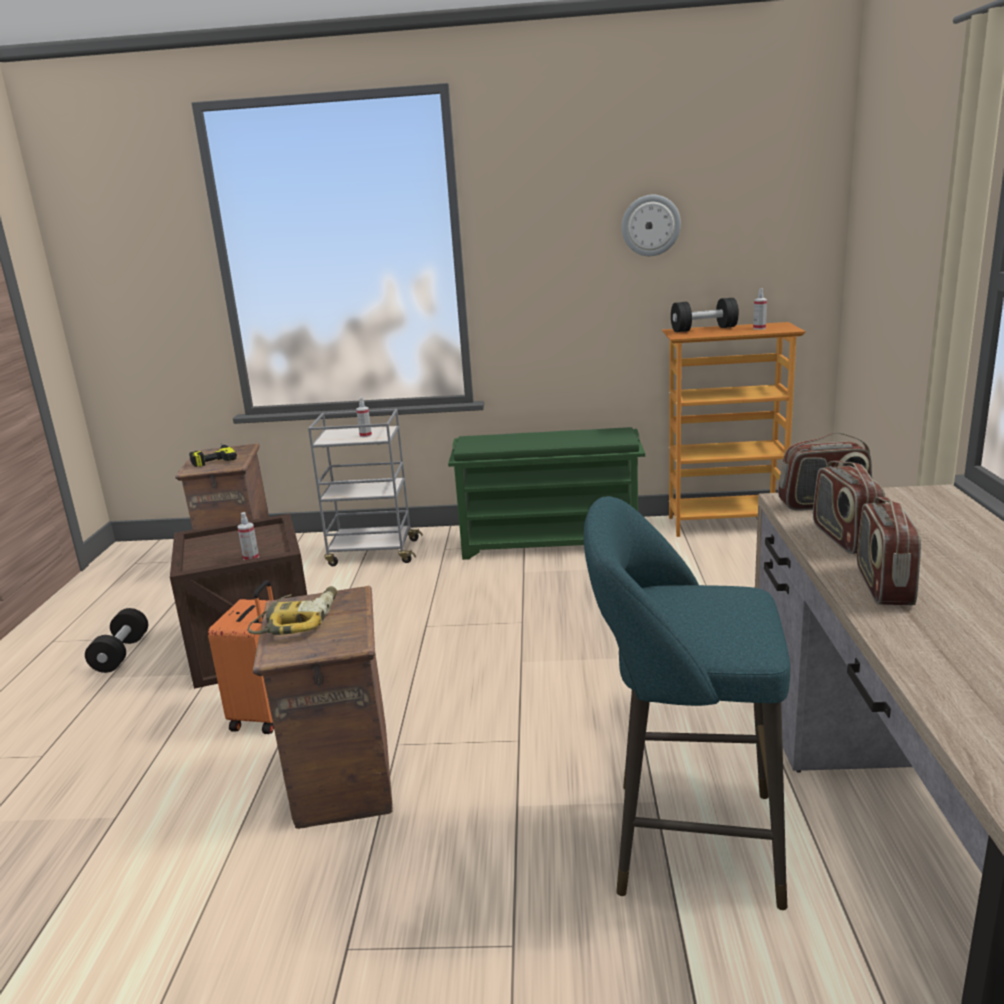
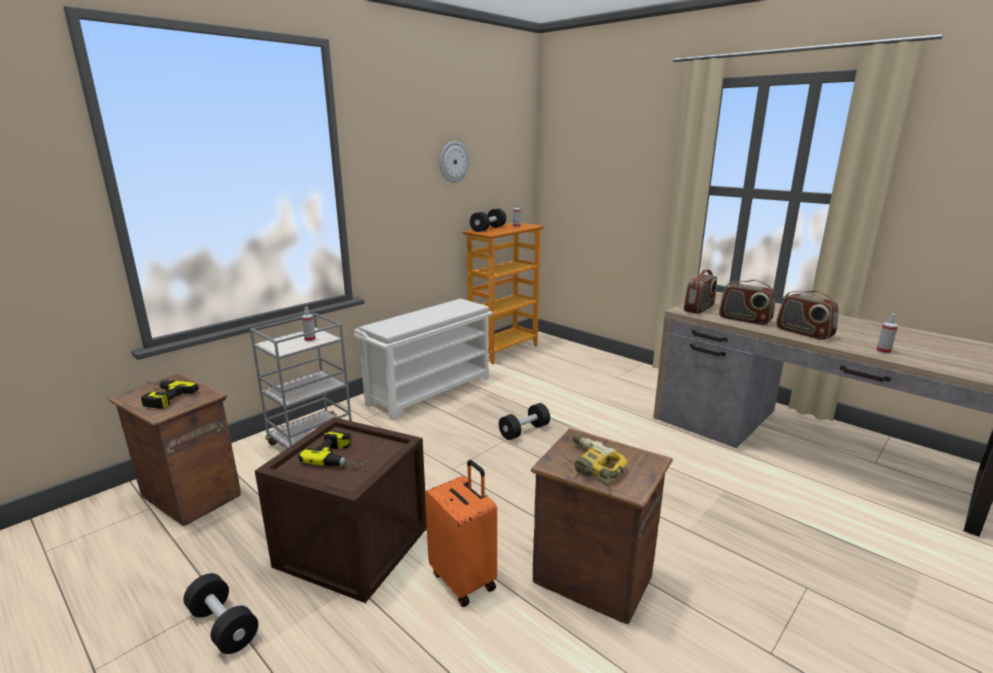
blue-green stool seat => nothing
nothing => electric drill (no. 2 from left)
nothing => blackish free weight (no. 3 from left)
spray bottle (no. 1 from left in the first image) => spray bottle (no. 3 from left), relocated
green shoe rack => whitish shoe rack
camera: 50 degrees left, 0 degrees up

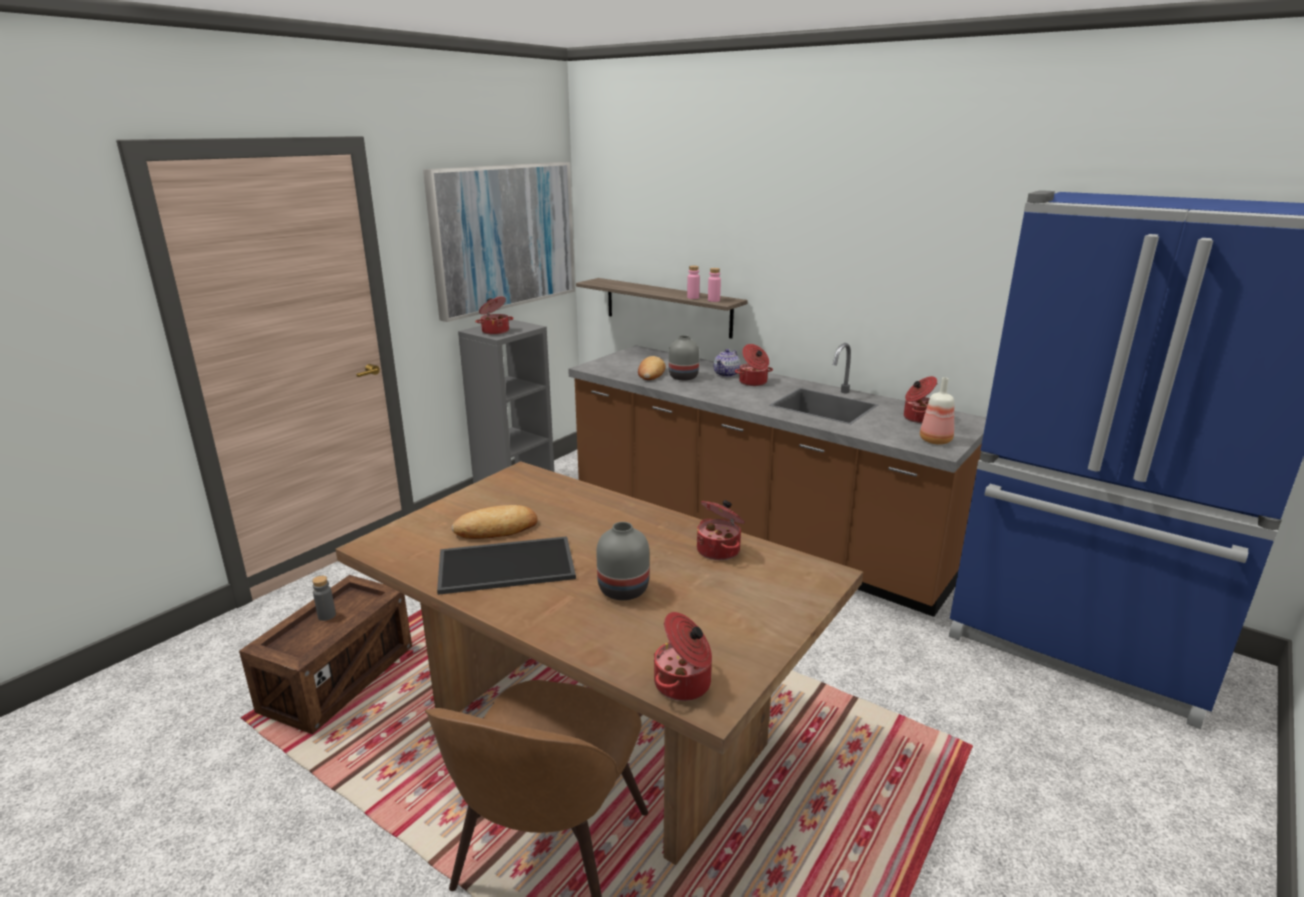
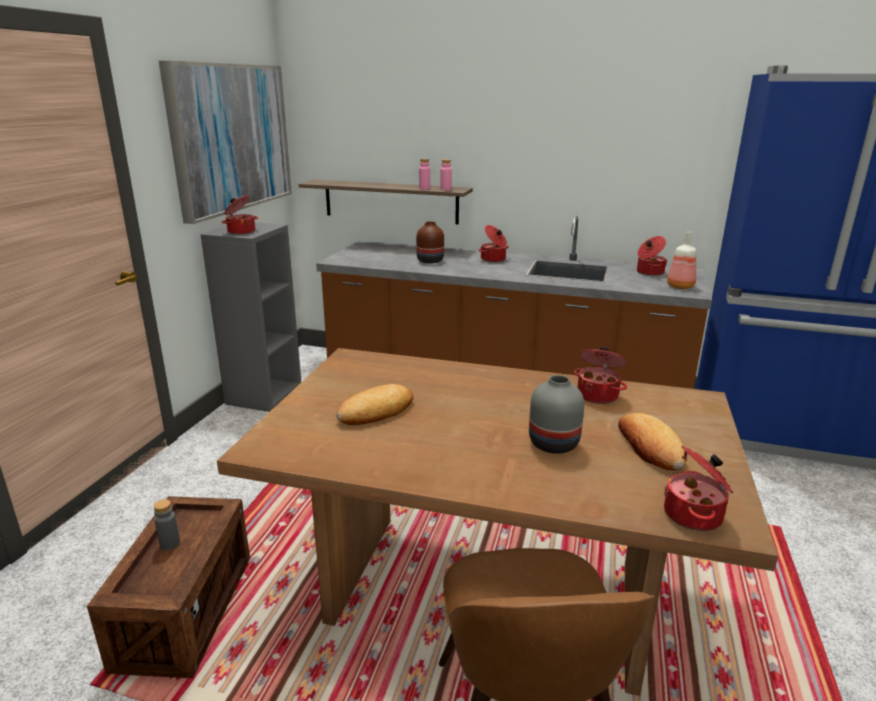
carrying tray => nothing
teapot => nothing
bread (no. 2 from left), relocated
greyish vase (no. 2 from left) => brown-coloured vase
camera: 20 degrees left, 0 degrees up

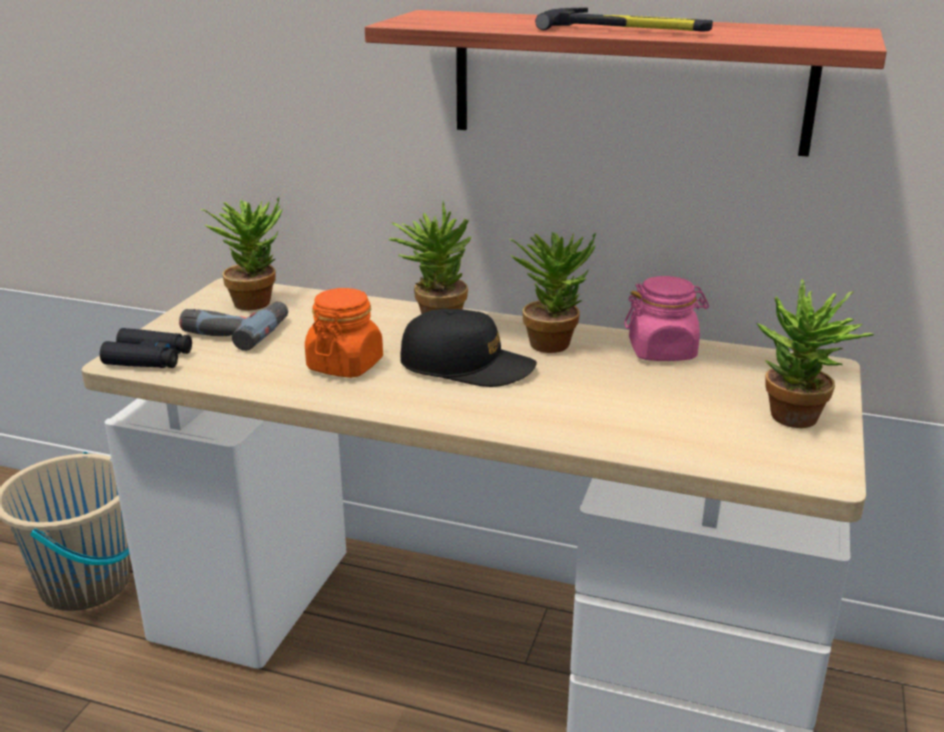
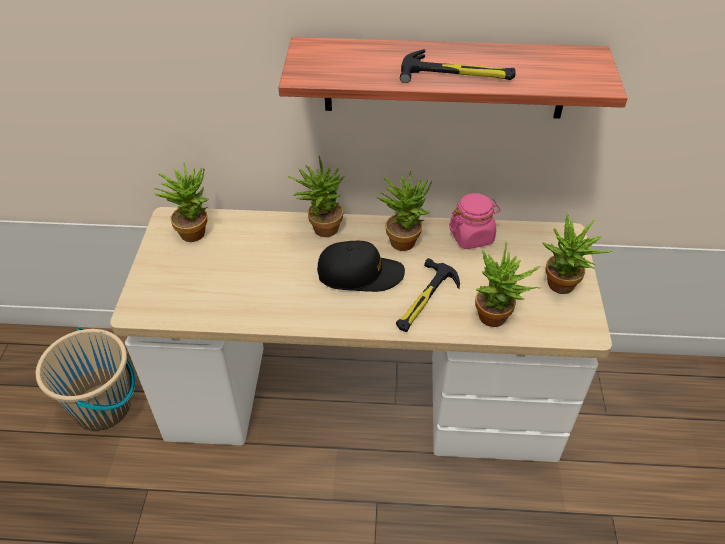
blackish pair of binoculars => nothing
electric drill => nothing
orange preserve jar => nothing
nothing => hammer (no. 1 from left)
nothing => houseplant (no. 4 from left)
camera: 15 degrees left, 20 degrees up

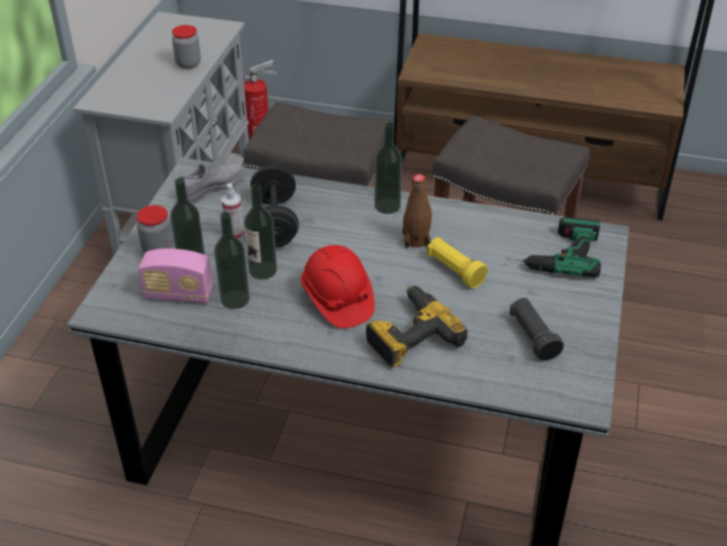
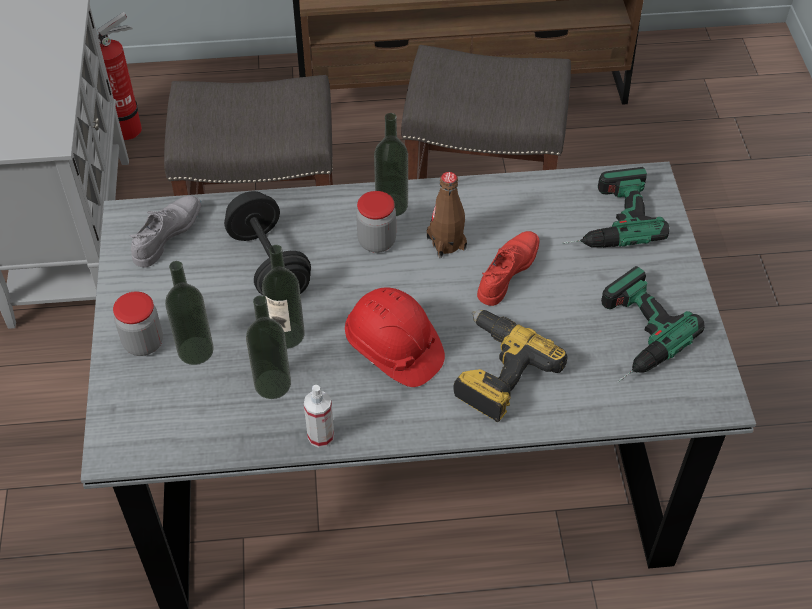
radio set => nothing
preserve jar (no. 2 from left), relocated
spray bottle, relocated
yellow hand torch => red shoe
blackish hand torch => electric drill (no. 3 from left)
camera: 20 degrees left, 10 degrees up

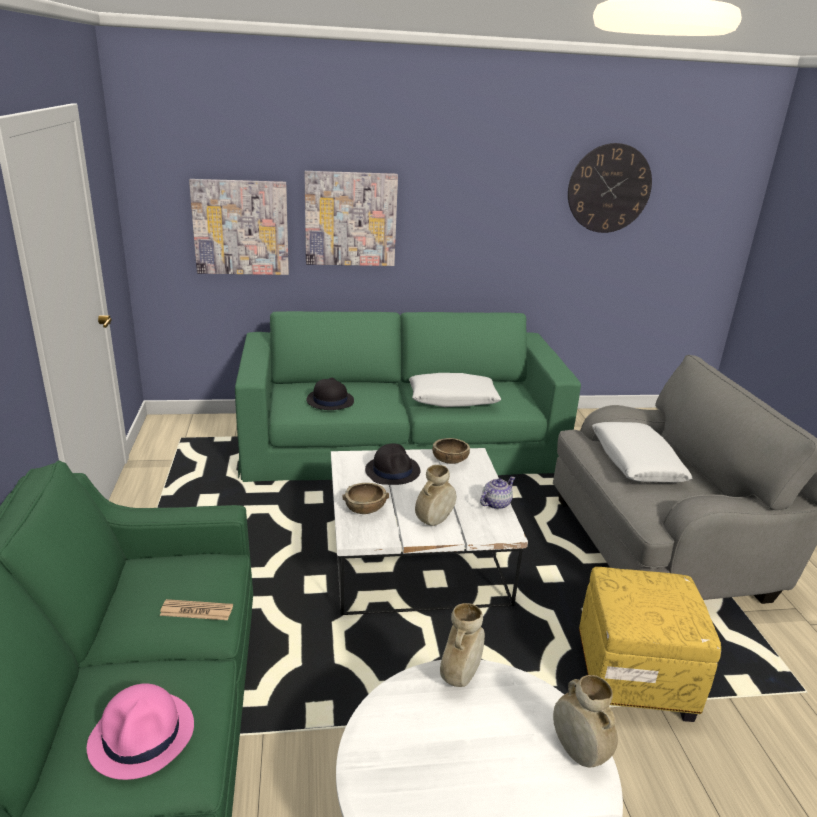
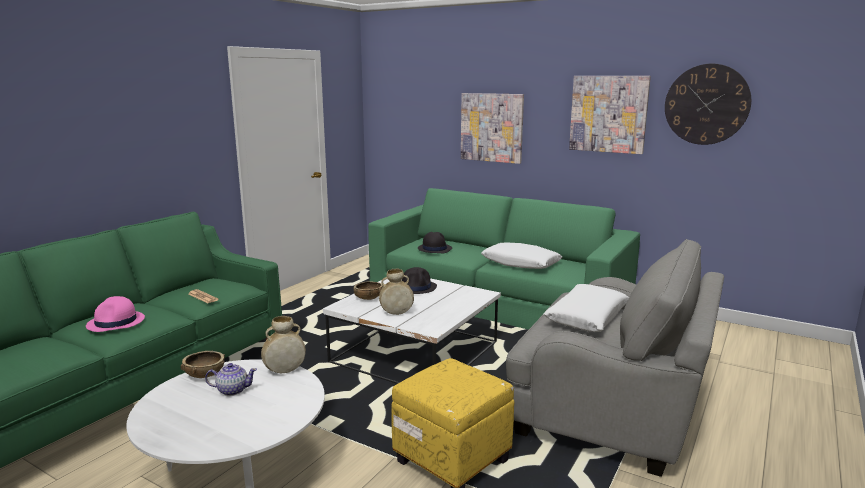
sand-coloured vase (no. 3 from left) => nothing
wall art (no. 1 from left in the first image) => wall art (no. 2 from left), relocated
brown-coloured deep dish (no. 2 from left in the first image) => brown-coloured deep dish (no. 1 from left), relocated
teapot, relocated
camera: 40 degrees right, 10 degrees down

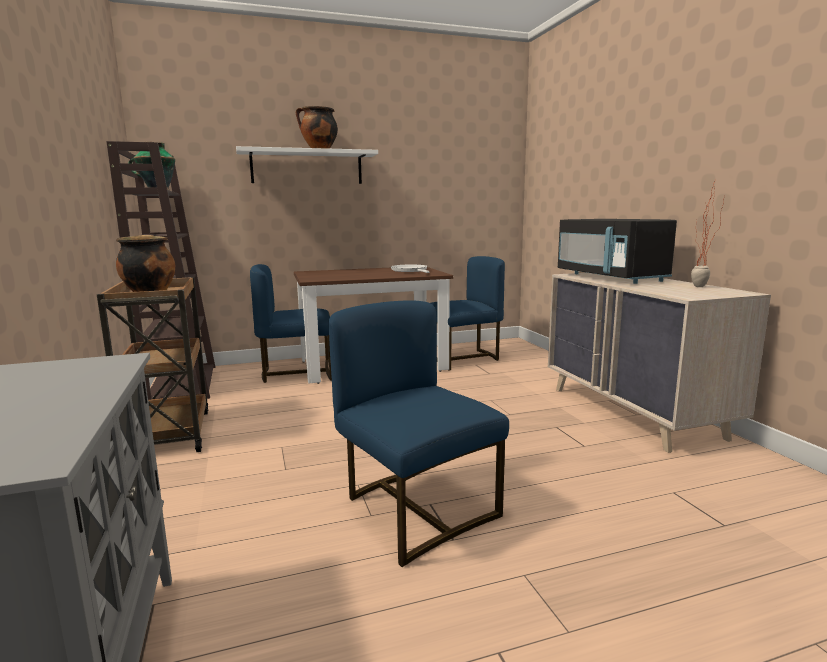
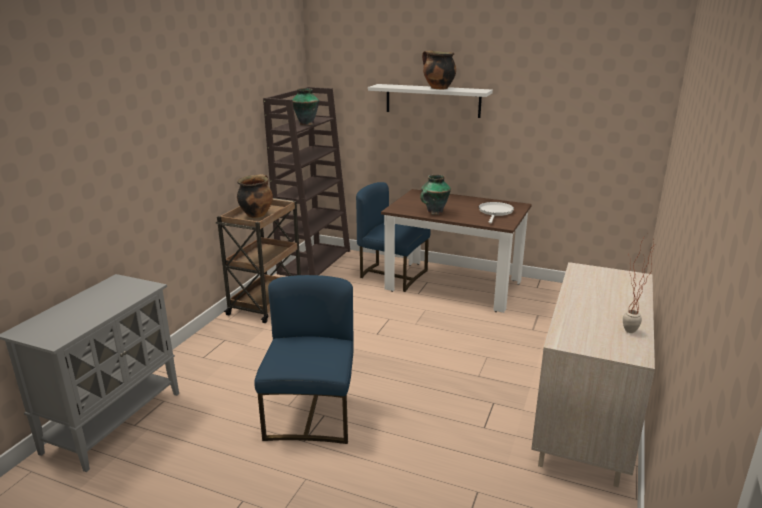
blue-coloured chair (no. 3 from left) => nothing
blackish microwave => nothing
nothing => vase (no. 2 from left)
camera: 40 degrees right, 10 degrees up

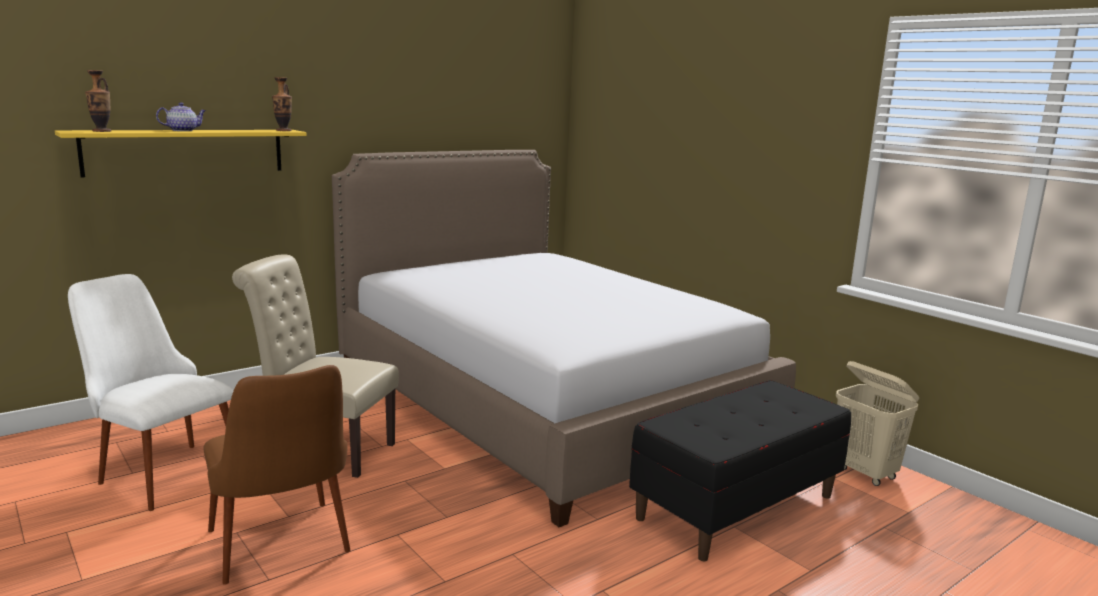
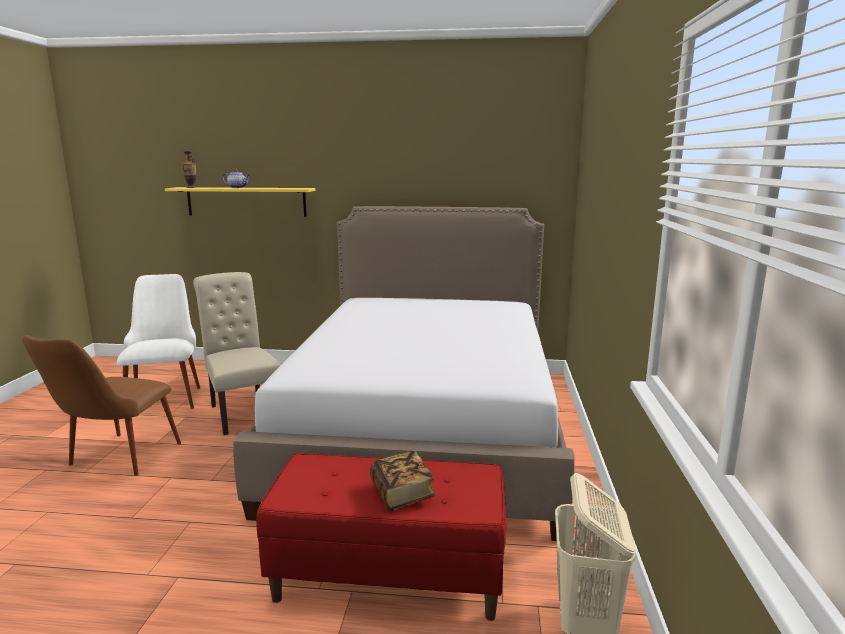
vase (no. 2 from left) => nothing
nothing => bound book
blackish indoor bench => red indoor bench
camera: 45 degrees right, 0 degrees up

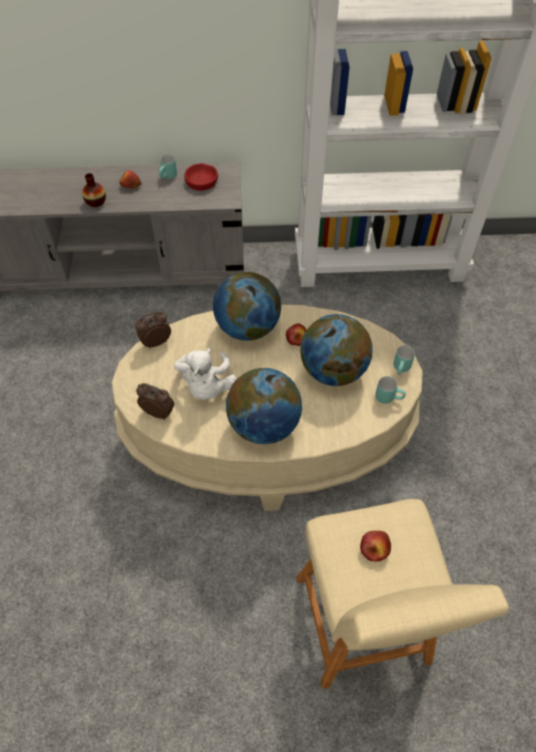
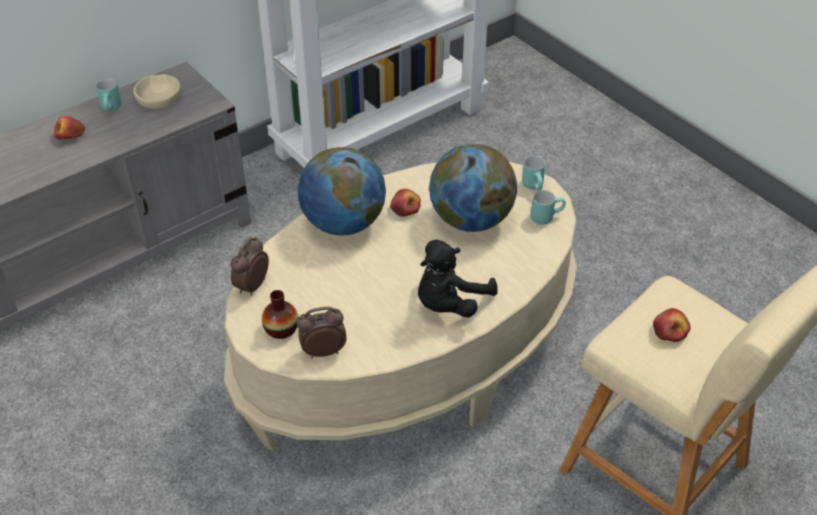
whitish soft toy => nothing
vase, relocated
desk globe (no. 2 from left) => blackish soft toy
red deep dish => sand-coloured deep dish
camera: 35 degrees left, 10 degrees down

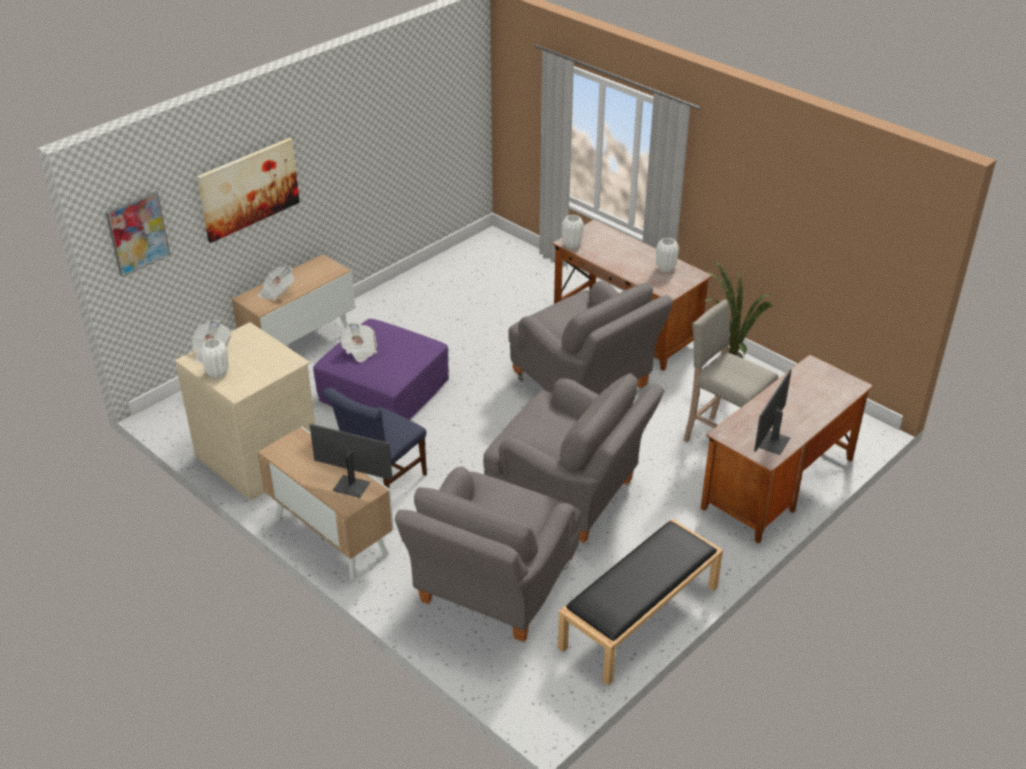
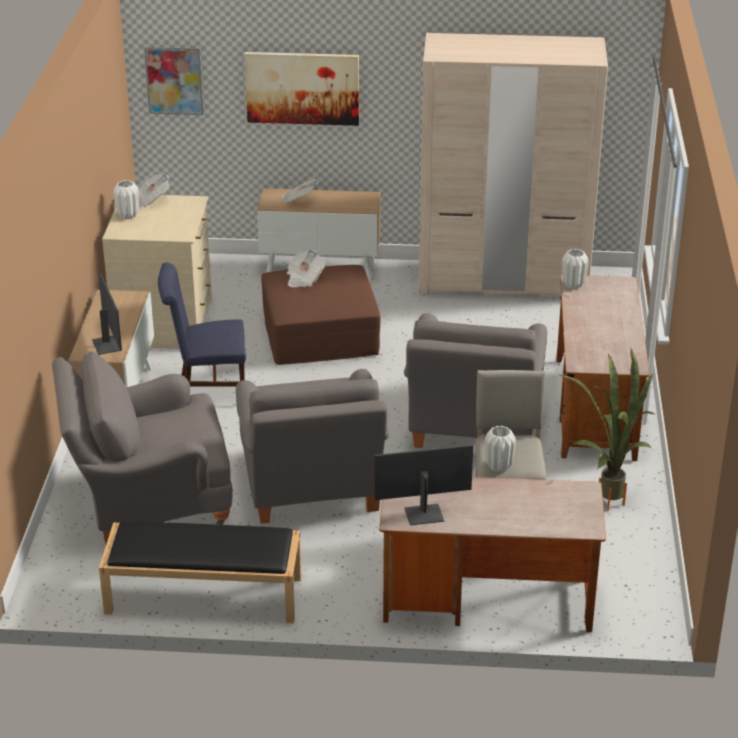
nothing => sand-coloured armoire
whitish vase (no. 3 from left in the first image) => whitish vase (no. 2 from left), relocated
purple-coloured pouffe => brown-coloured pouffe
camera: 50 degrees right, 5 degrees down

